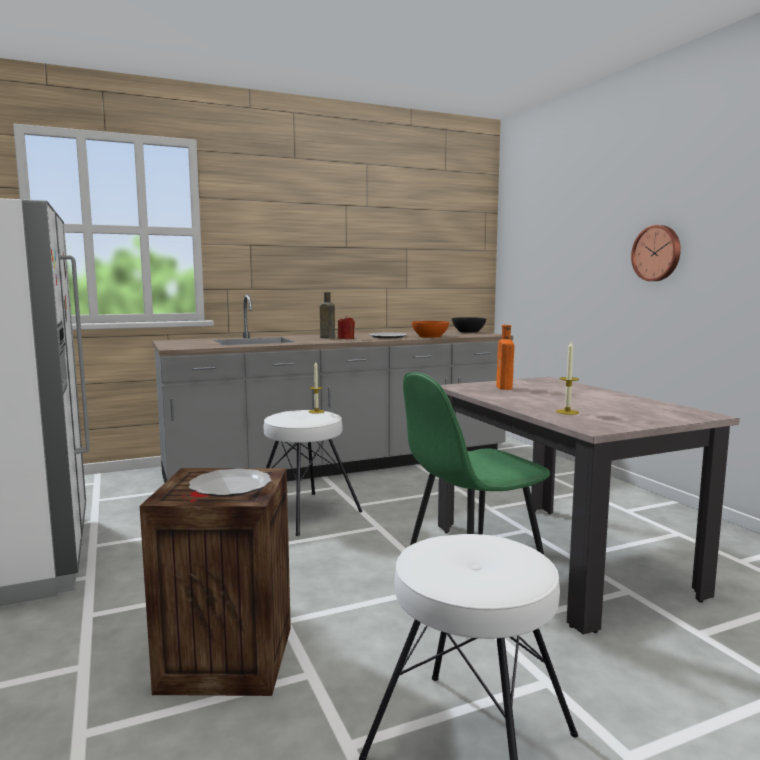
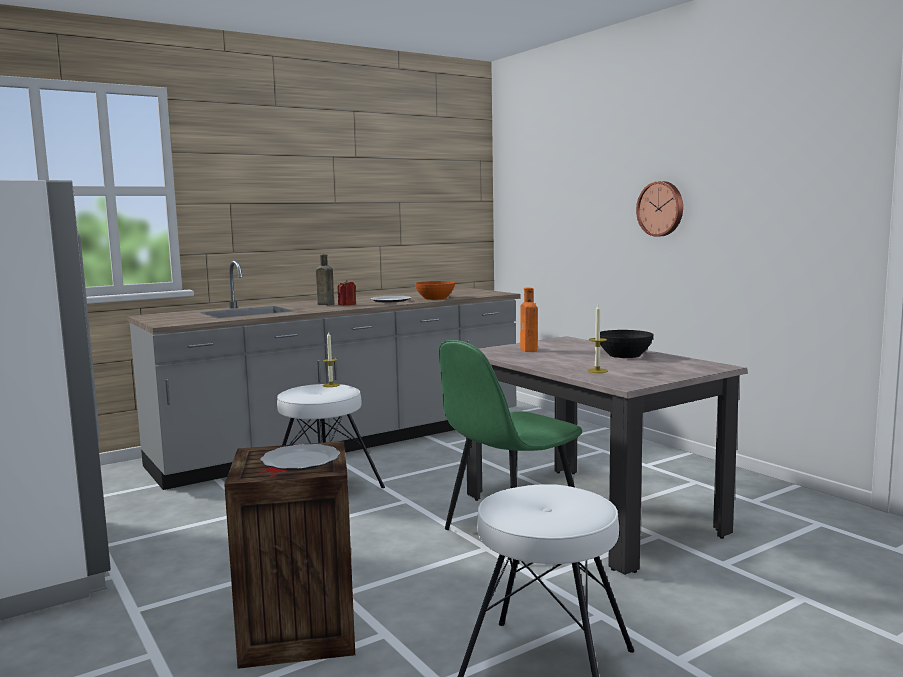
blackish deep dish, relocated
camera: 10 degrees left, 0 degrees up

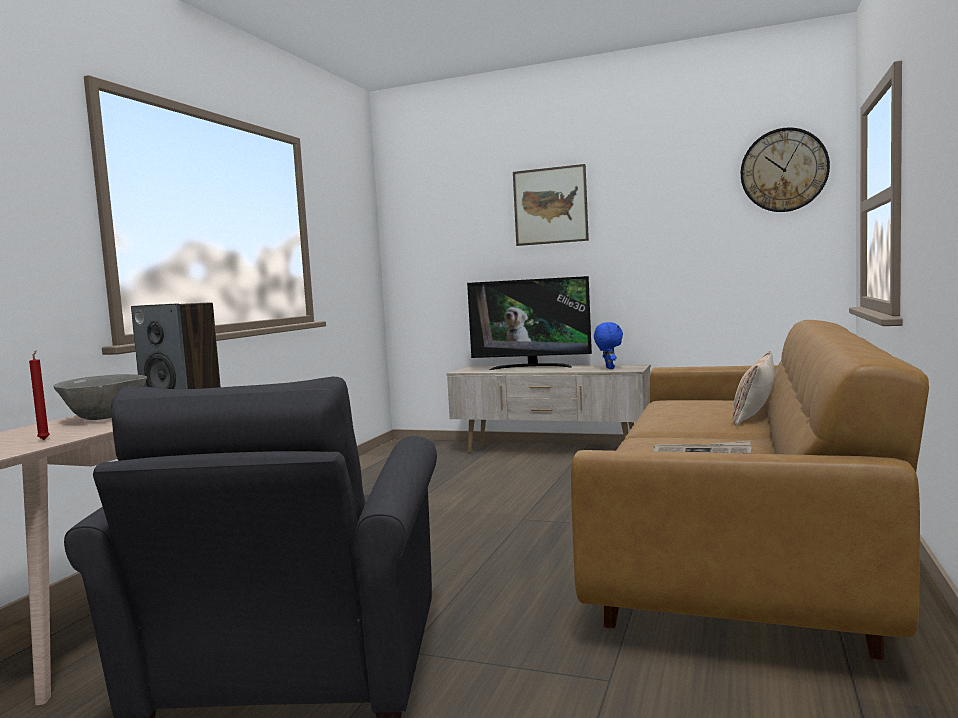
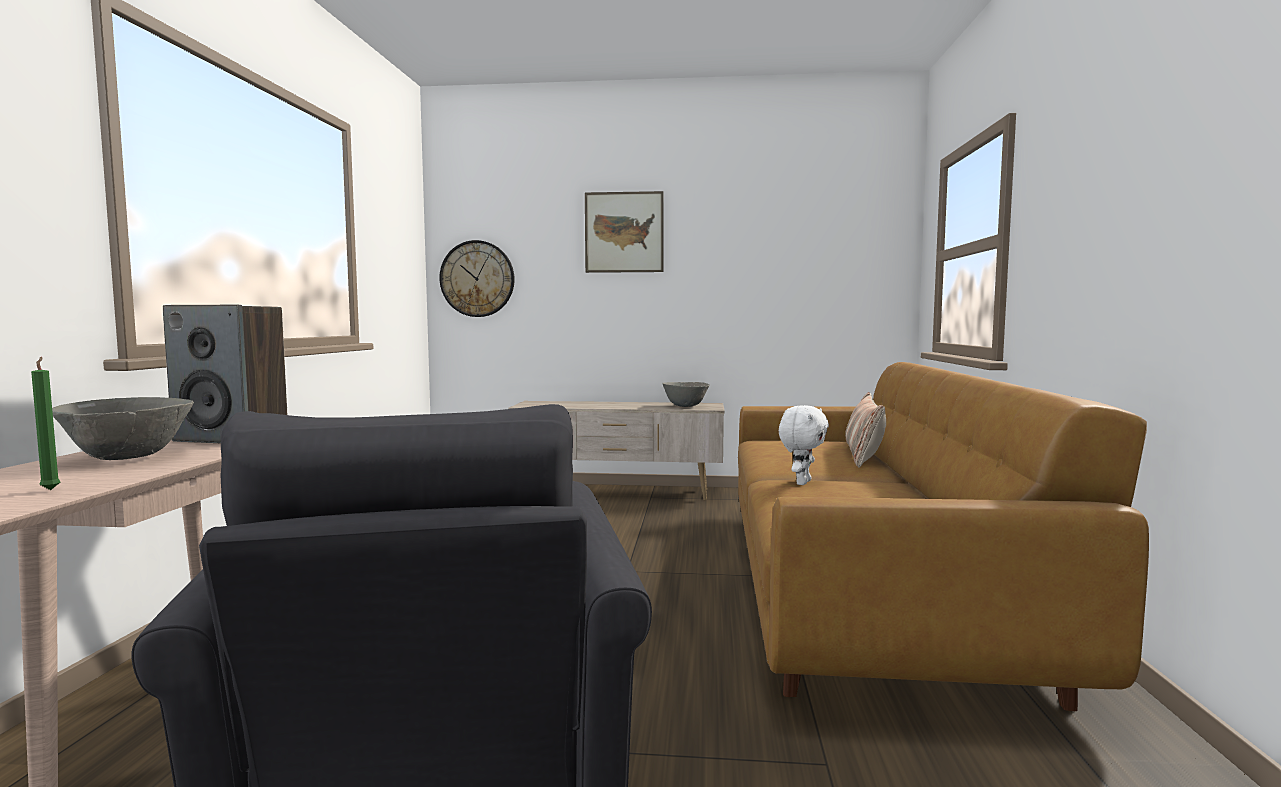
TV => nothing
daily paper => nothing
nothing => whitish soft toy
hanging clock, relocated
blue-coloured soft toy => greyish deep dish (no. 2 from left)
red wax light => green wax light
camera: 15 degrees left, 0 degrees up

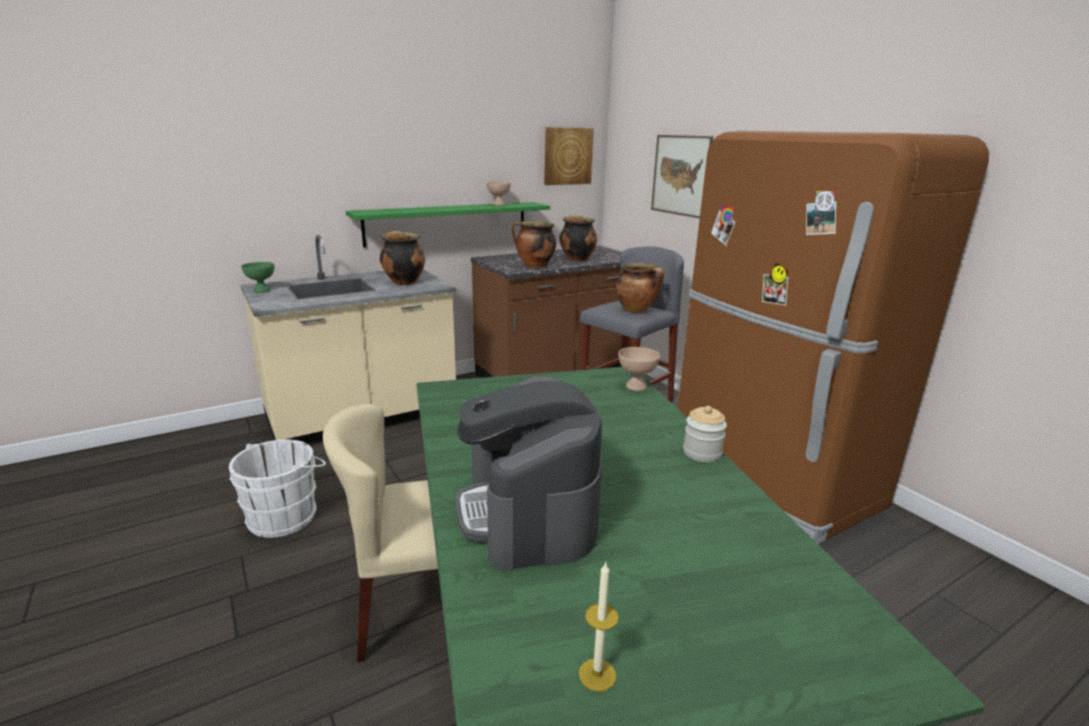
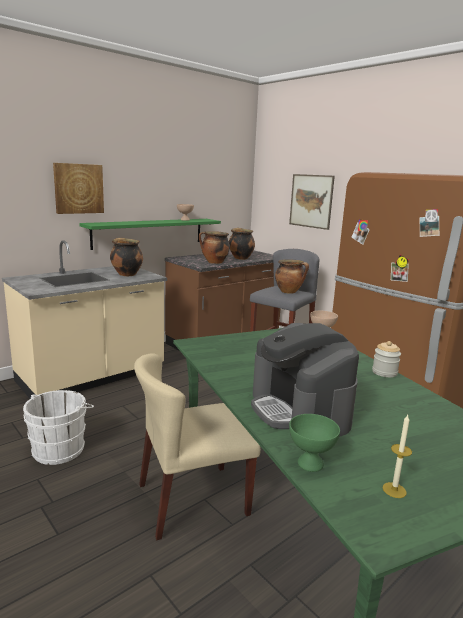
green deep dish, relocated
wall art (no. 1 from left), relocated
camera: 10 degrees left, 5 degrees down

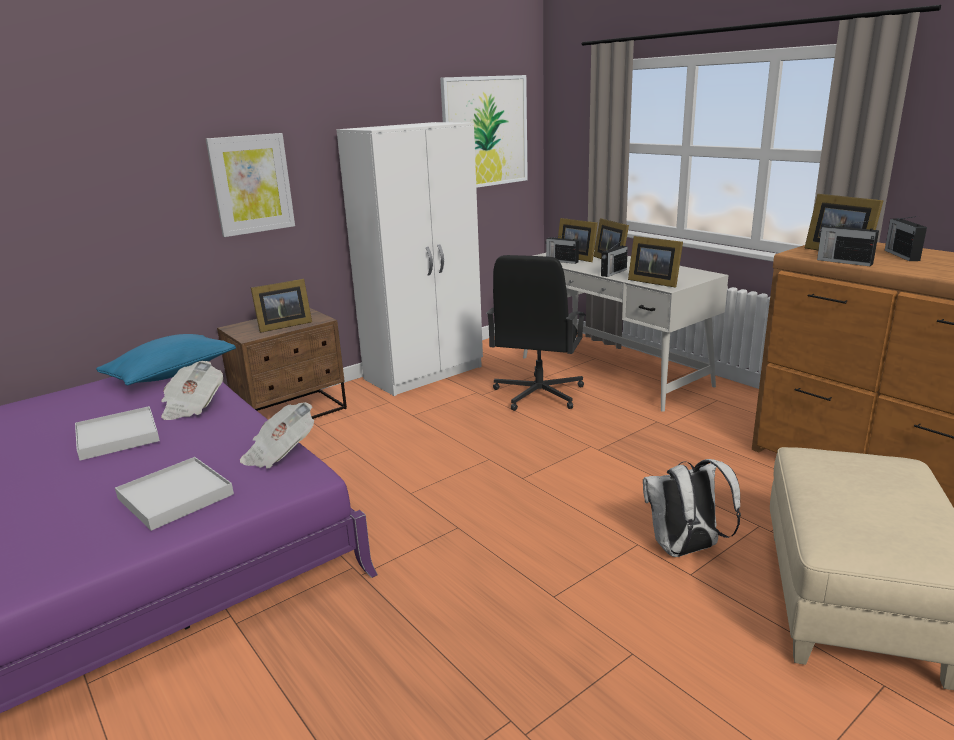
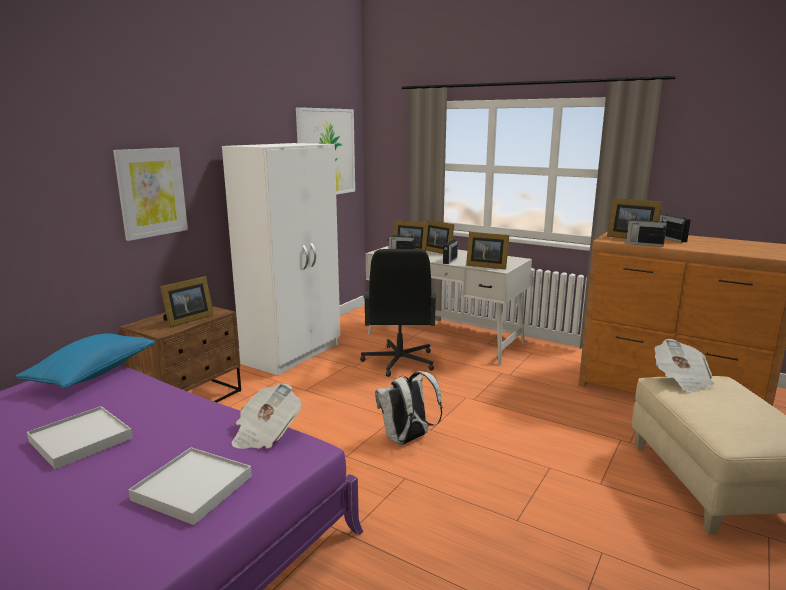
daily paper (no. 1 from left in the first image) => daily paper (no. 2 from left), relocated
whitish knapsack, relocated
camera: 20 degrees left, 5 degrees down

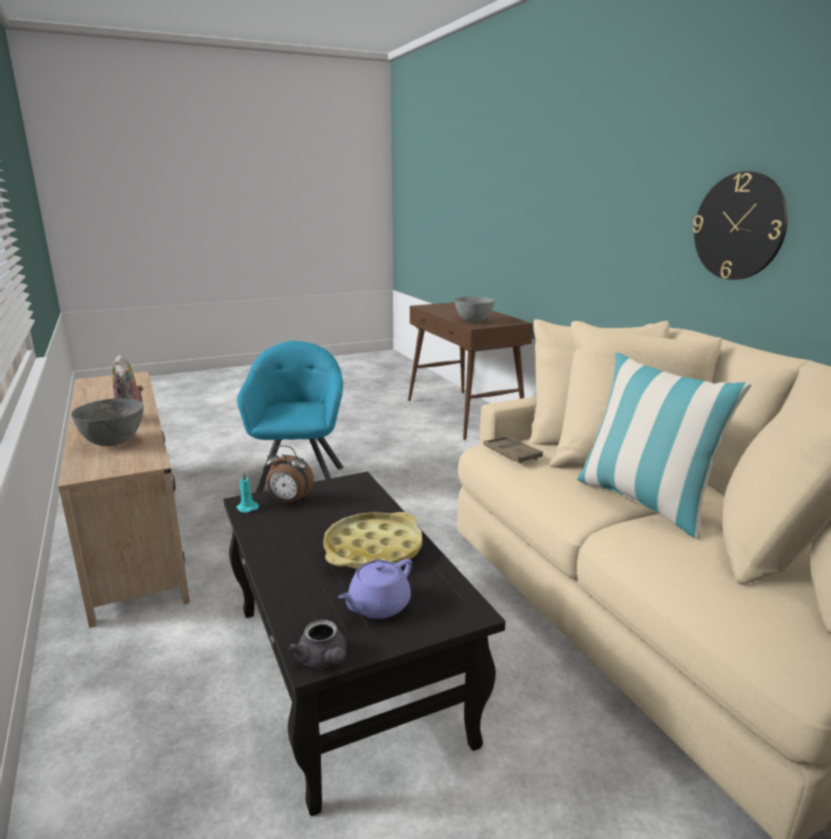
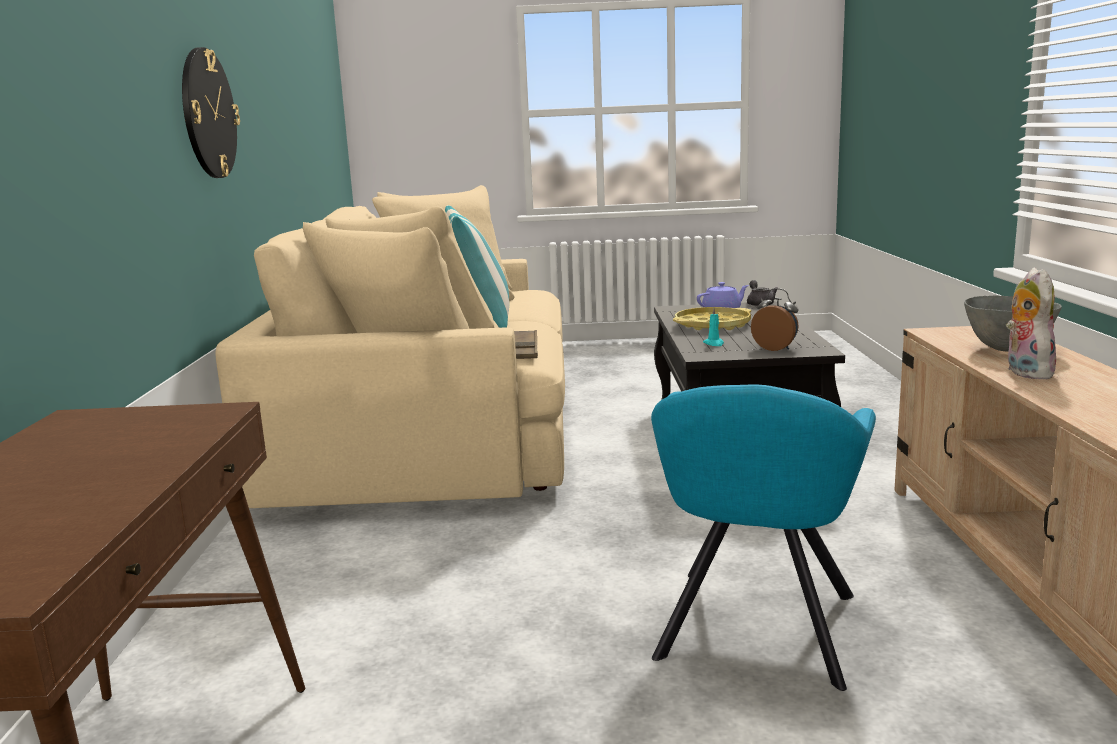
greyish deep dish (no. 2 from left) => nothing
blue-green wax light, relocated
camera: 155 degrees left, 5 degrees down

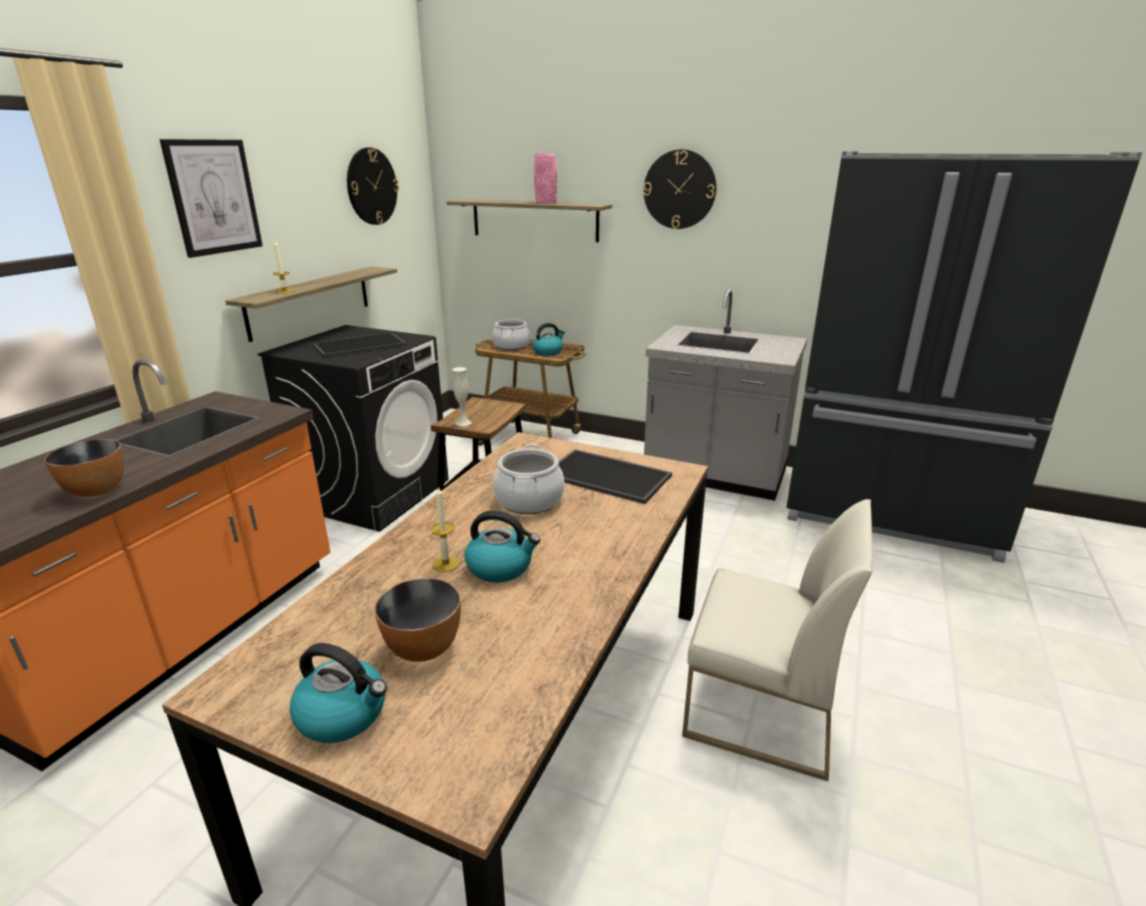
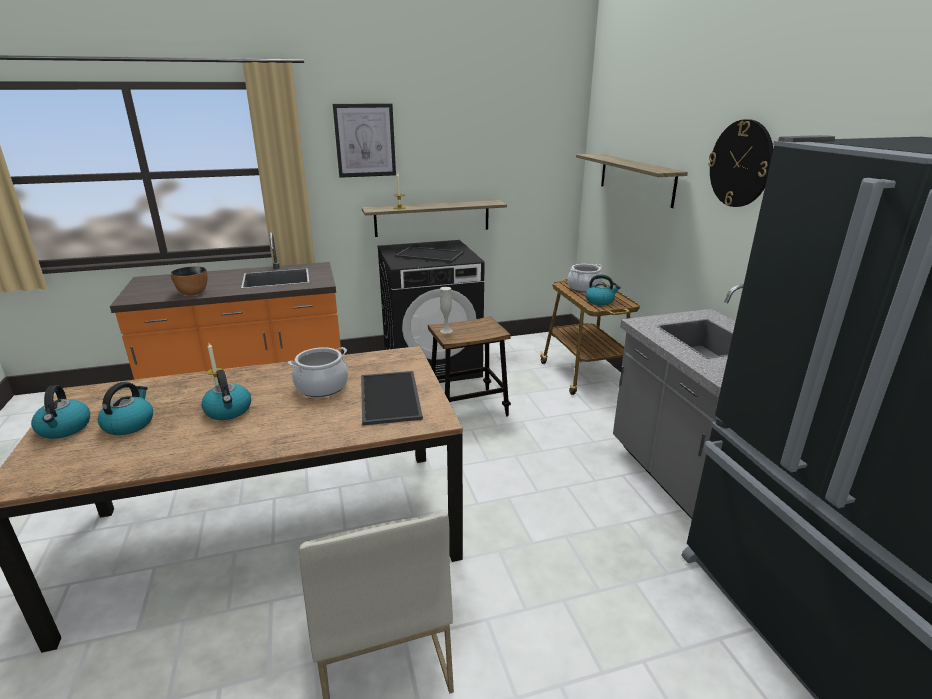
hanging clock (no. 1 from left) => nothing
pink vase => nothing
deep dish (no. 2 from left) => kettle (no. 2 from left)
camera: 50 degrees right, 0 degrees up

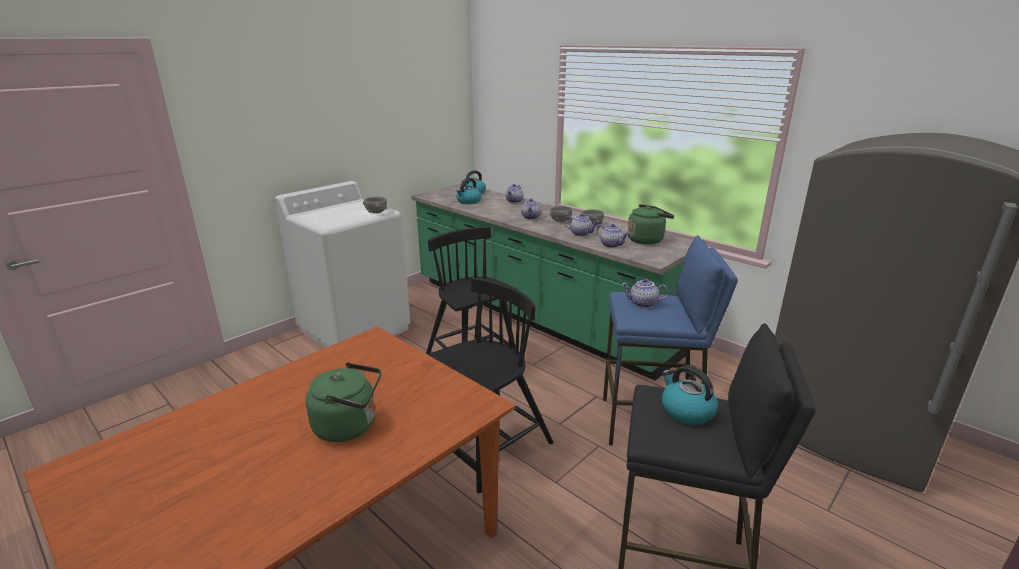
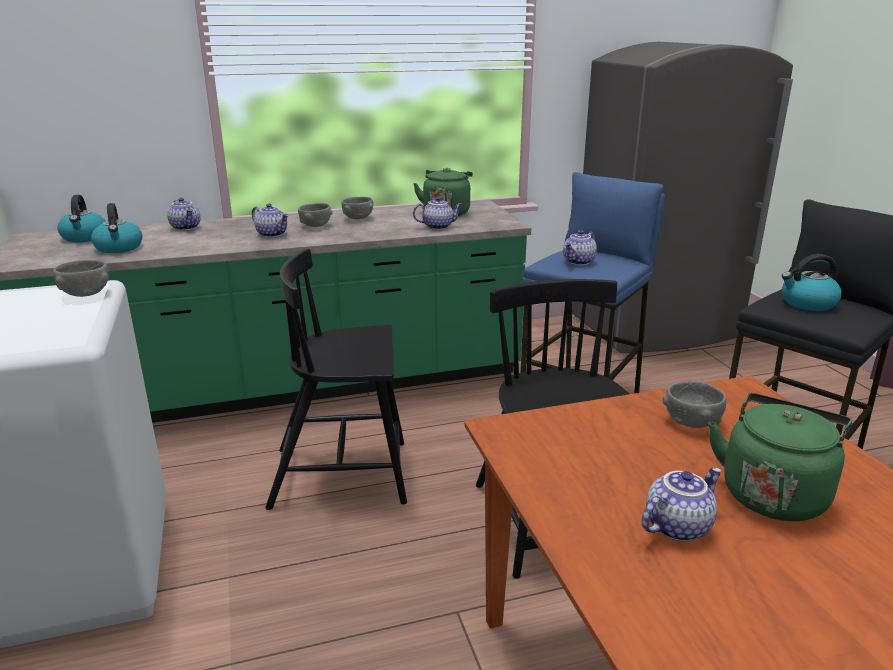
nothing => greyish deep dish (no. 4 from left)
teapot (no. 3 from left in the first image) => teapot (no. 5 from left), relocated
camera: 60 degrees left, 0 degrees up

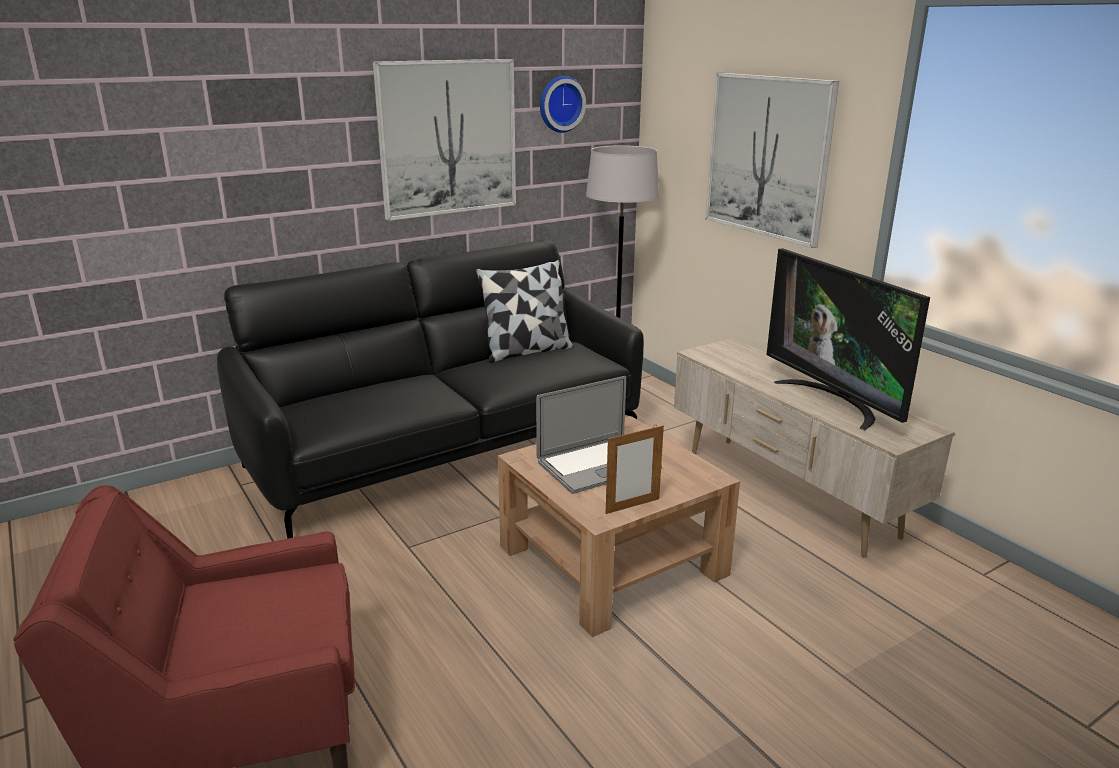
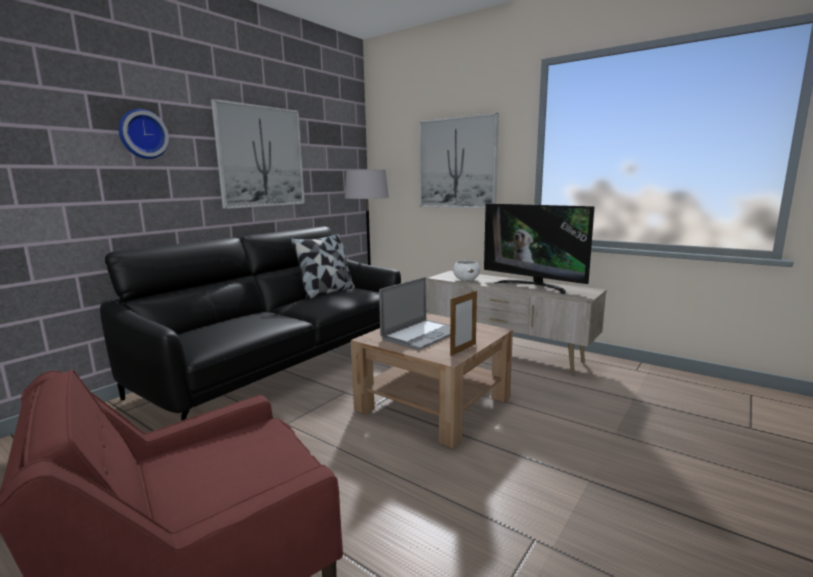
nothing => whitish deep dish
hanging clock, relocated
camera: 20 degrees left, 10 degrees down

